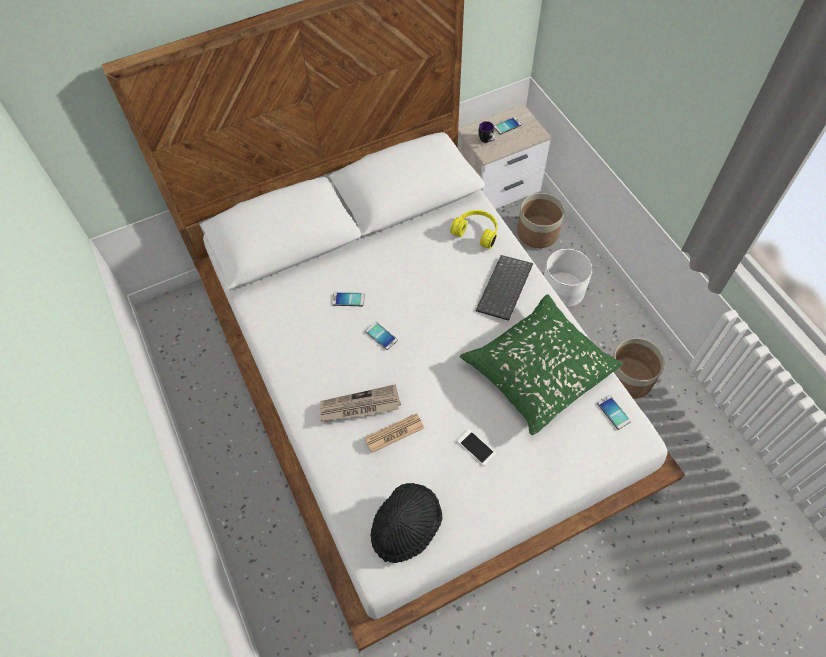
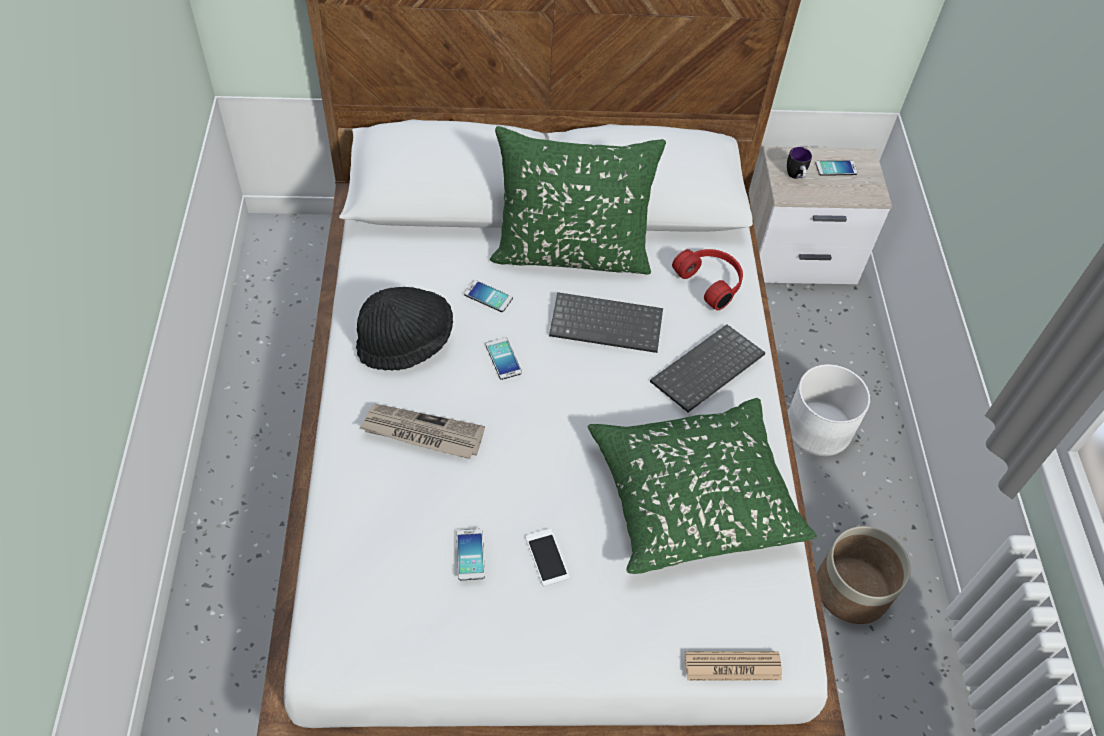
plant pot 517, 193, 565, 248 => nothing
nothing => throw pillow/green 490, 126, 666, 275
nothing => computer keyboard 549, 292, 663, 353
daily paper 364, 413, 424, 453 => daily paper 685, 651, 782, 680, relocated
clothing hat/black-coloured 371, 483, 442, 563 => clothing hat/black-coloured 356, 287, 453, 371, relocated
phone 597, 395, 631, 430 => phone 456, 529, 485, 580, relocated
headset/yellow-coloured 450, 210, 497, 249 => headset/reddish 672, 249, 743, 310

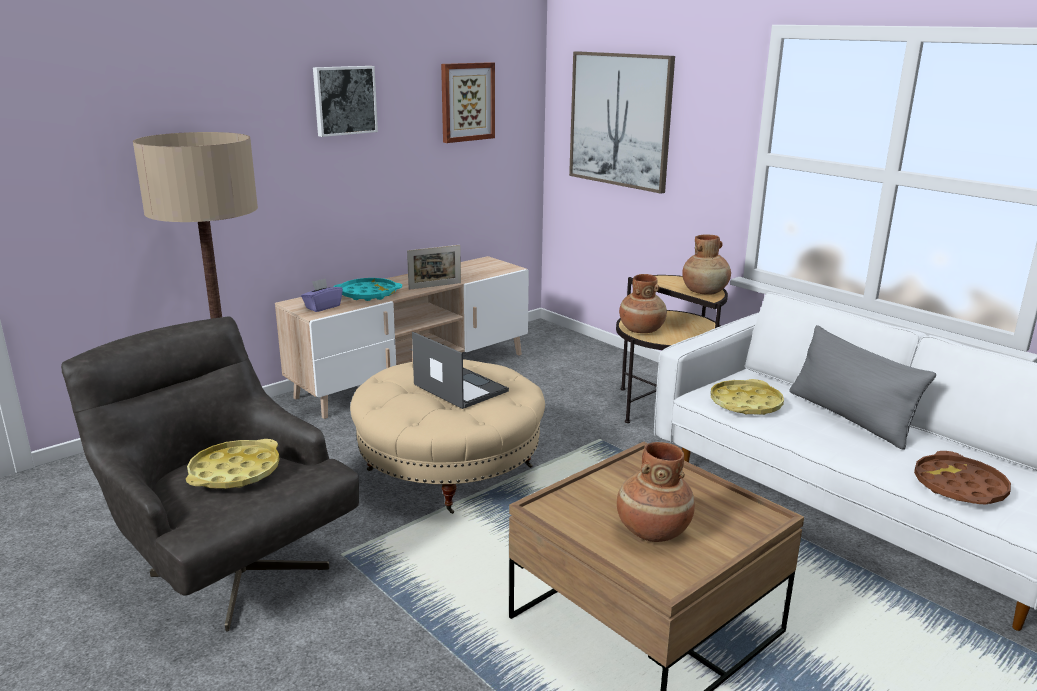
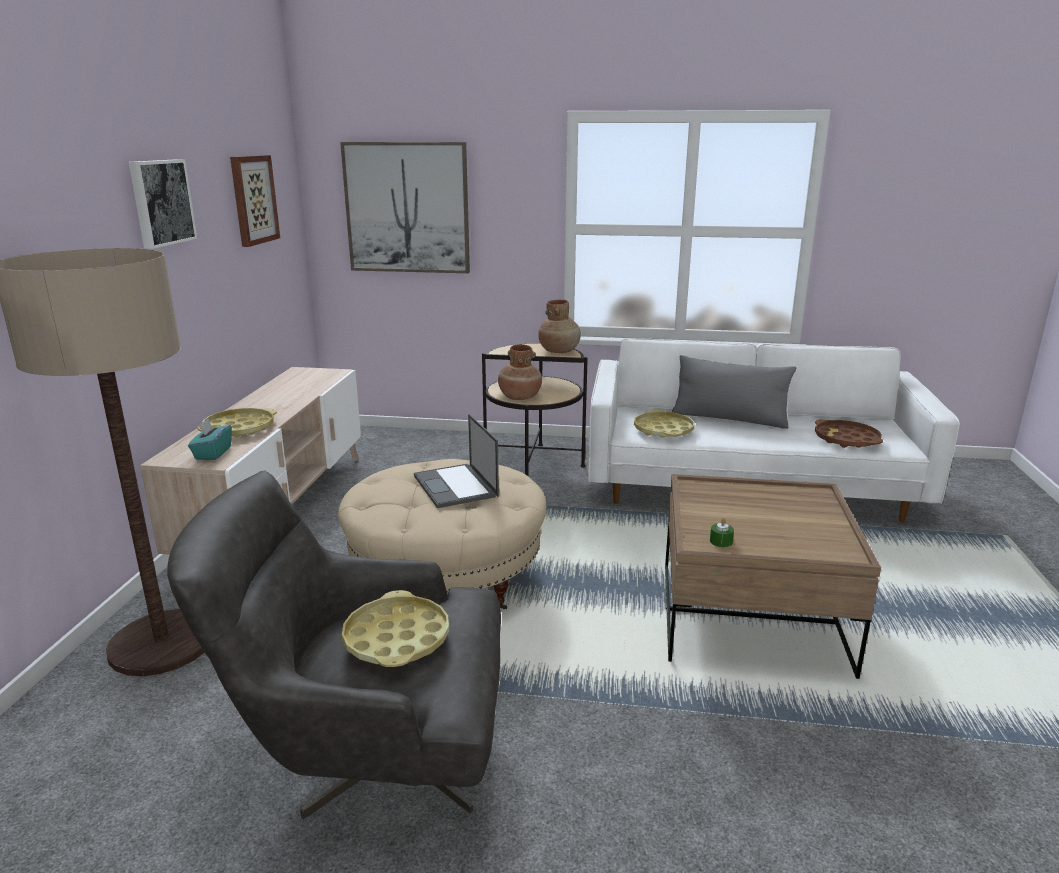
standing frame 407, 245, 461, 290 => nothing
flower vase/brown-coloured 617, 442, 695, 542 => nothing
nothing => wax candle/green 710, 518, 734, 547
tissue box/purple-coloured 301, 278, 343, 312 => tissue box/turquoise-coloured 188, 419, 232, 460
tray/turquoise-coloured 334, 278, 402, 301 => tray/yellow-coloured 197, 408, 277, 437
notebook computer 412, 332, 509, 409 => notebook computer 414, 414, 499, 508, 120 degrees counterclockwise

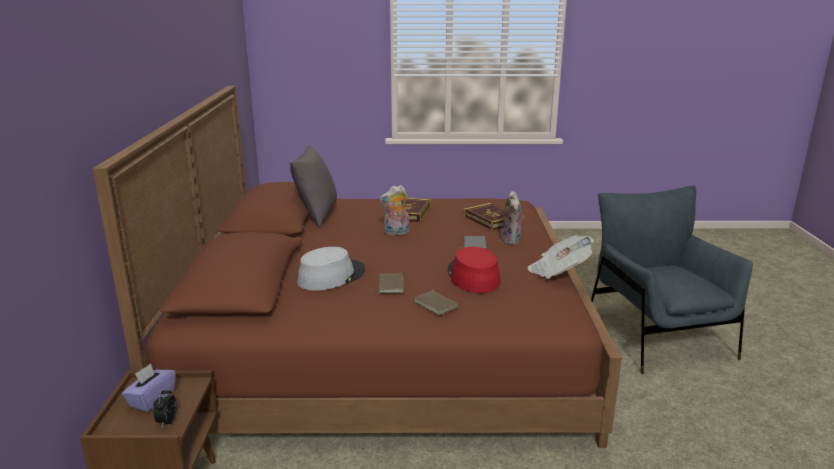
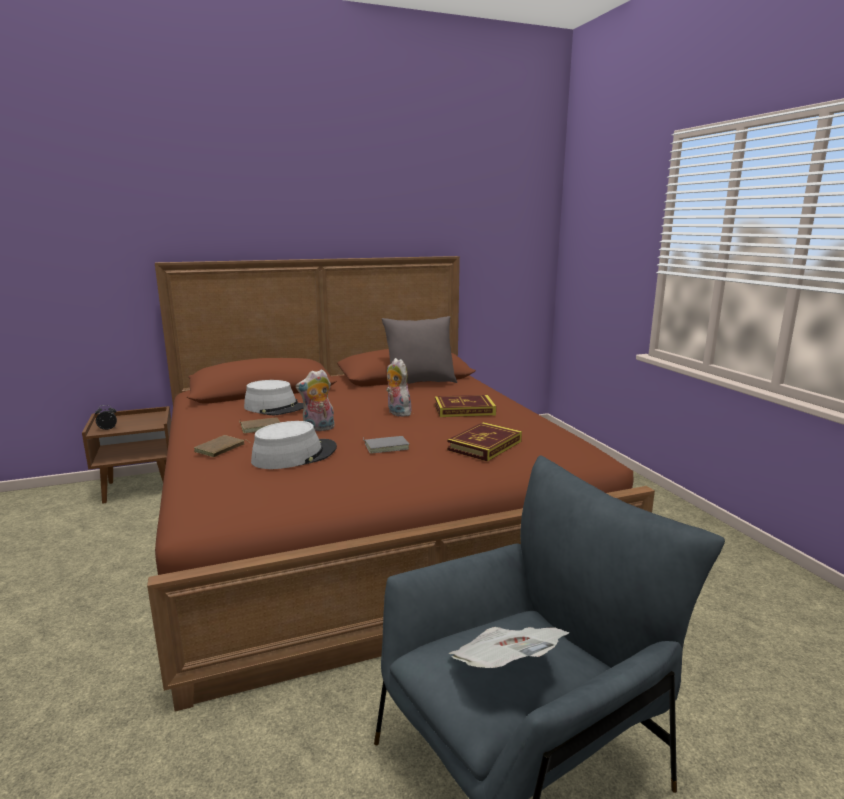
tissue box/purple-coloured 122, 363, 176, 412 => nothing
cuddly toy 501, 191, 525, 245 => cuddly toy 296, 369, 335, 432, relocated
daily paper 528, 235, 594, 279 => daily paper 448, 627, 569, 668, relocated
clothing hat/reddish 447, 247, 501, 293 => clothing hat/grey 251, 421, 337, 469

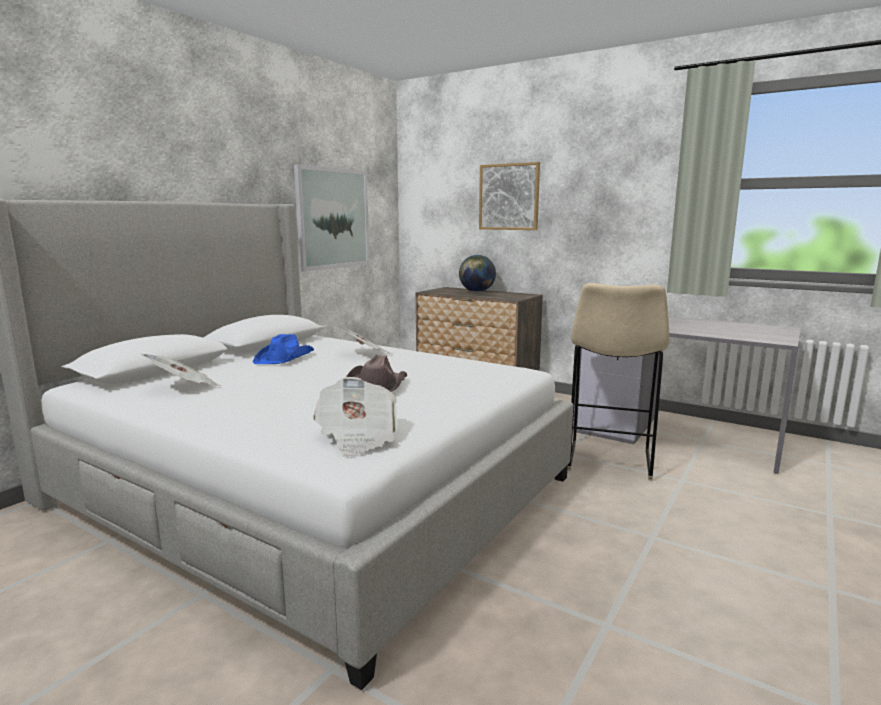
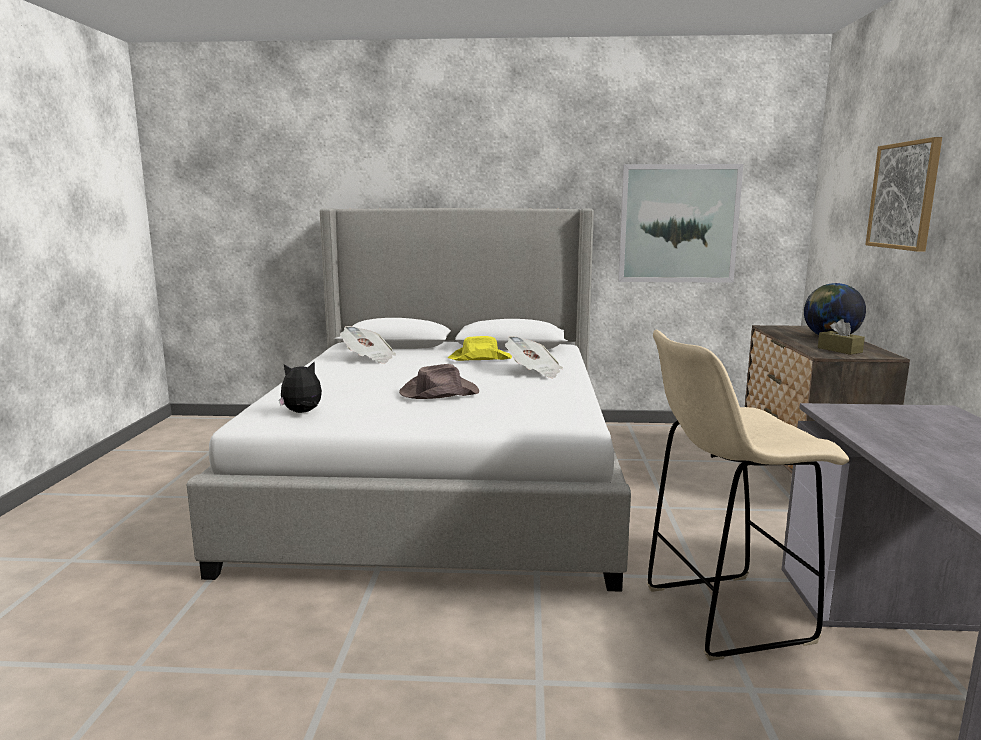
nothing => tissue box/brown-coloured 818, 319, 865, 355
daily paper 313, 377, 398, 456 => cuddly toy 279, 361, 322, 413
clothing hat/blue 253, 334, 314, 364 => clothing hat/yellow-coloured 448, 336, 512, 361

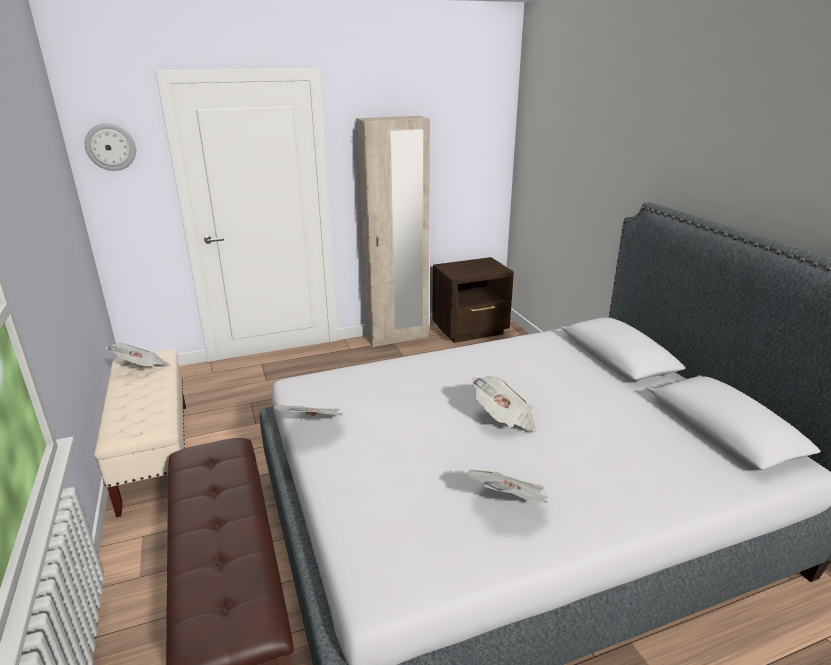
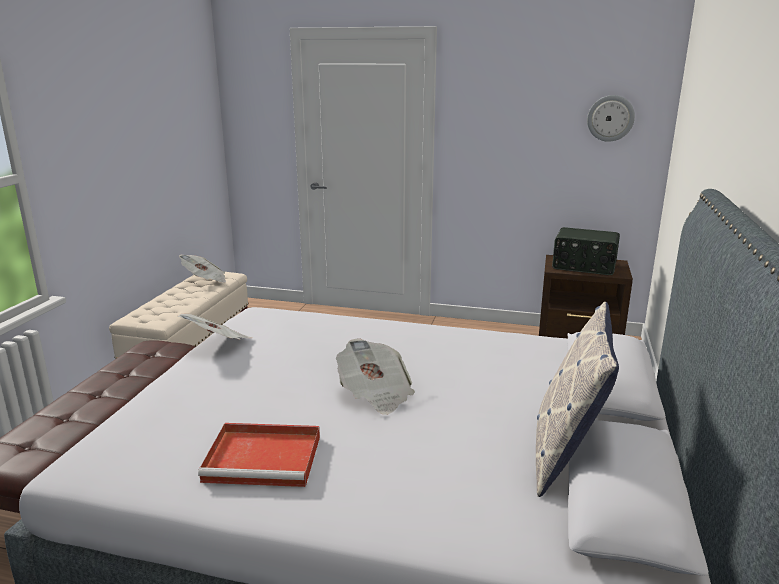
armoire/beige 356, 116, 430, 347 => nothing
nothing => throw pillow 536, 302, 619, 497
nothing => radio 552, 227, 620, 275
wall clock 85, 123, 136, 171 => wall clock 587, 95, 635, 142, relocated
daily paper 468, 470, 548, 503 => tray/reddish 198, 423, 320, 487

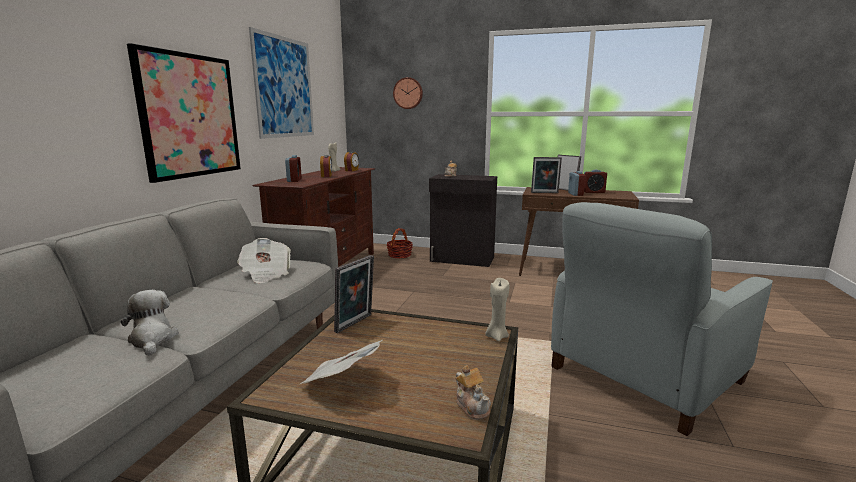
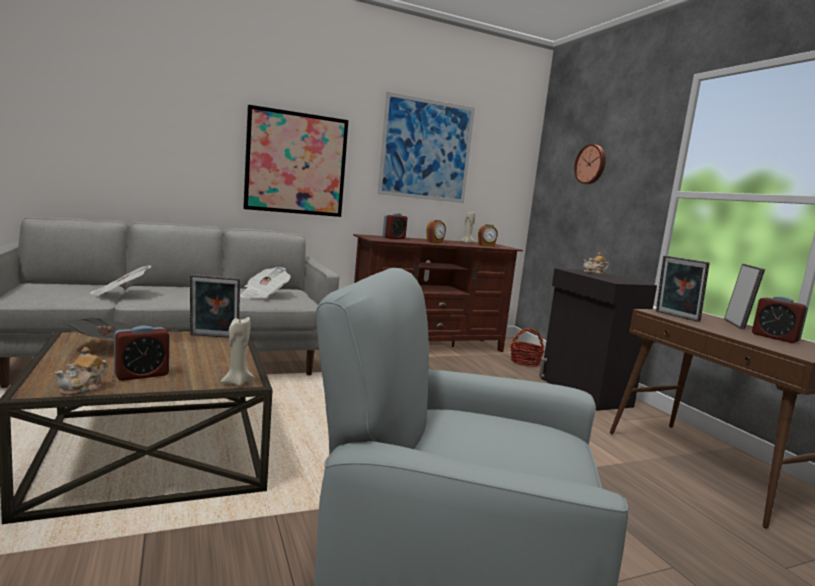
table clock 568, 171, 585, 196 => table clock 114, 326, 170, 381, relocated
cuddly toy 121, 290, 179, 356 => daily paper 90, 265, 151, 296

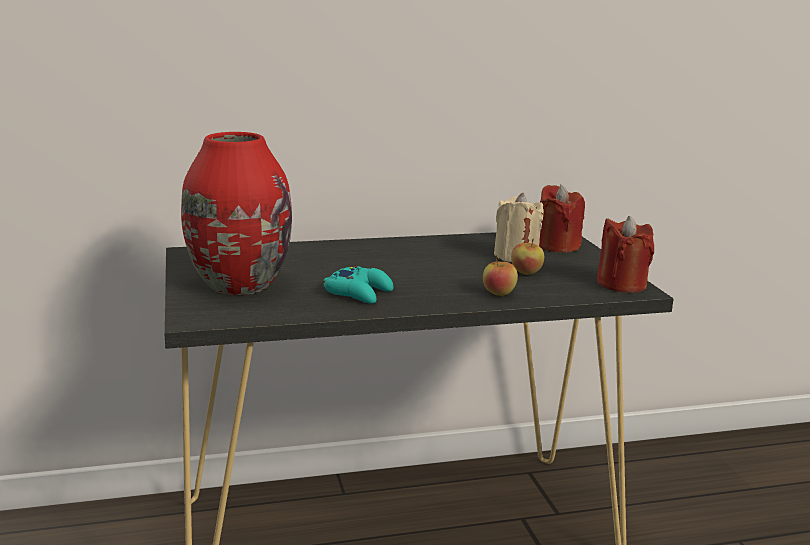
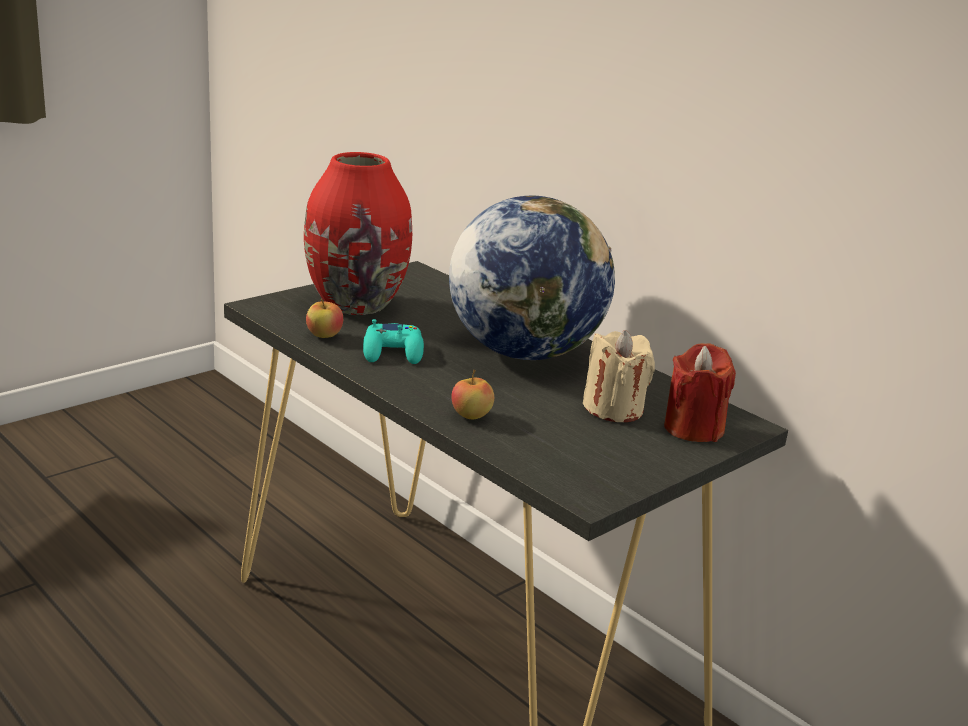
wax candle/reddish 597, 216, 654, 293 => nothing
nothing => desk globe 449, 195, 615, 360
apple 511, 239, 544, 275 => apple 306, 299, 343, 338, relocated

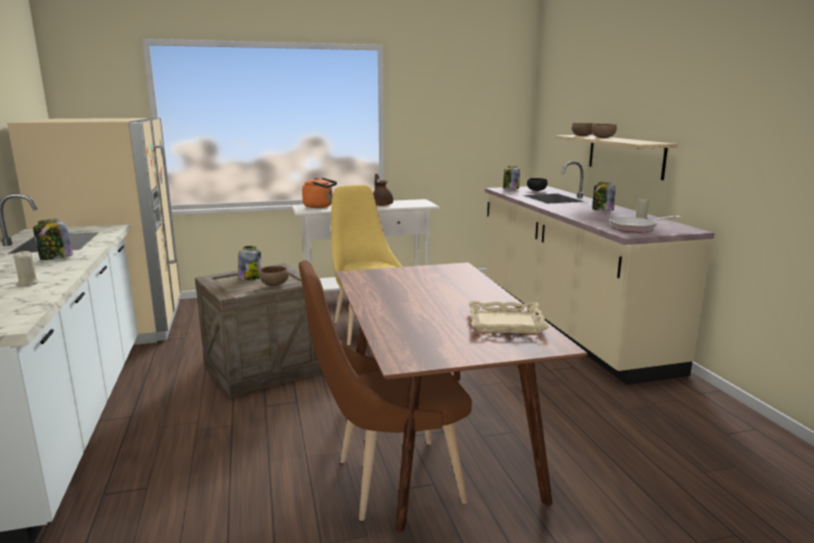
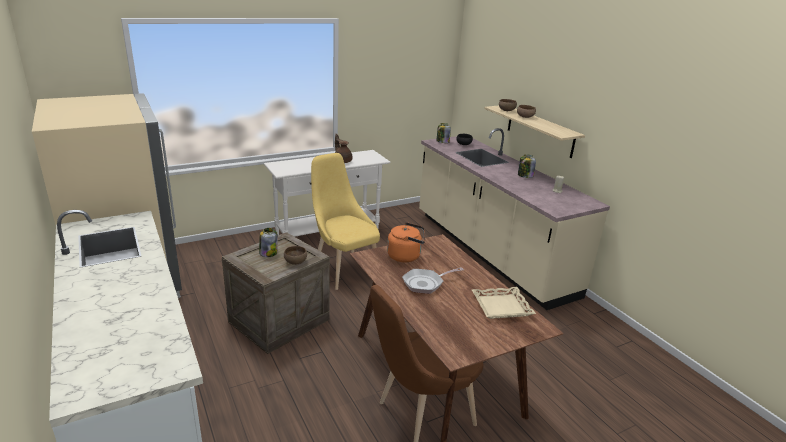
wax candle/beige 14, 251, 39, 286 => nothing
jar 33, 219, 73, 260 => nothing
water kettle/orangey 302, 177, 337, 208 => water kettle/orangey 387, 222, 425, 262, relocated
frying pan 609, 216, 681, 233 => frying pan 402, 267, 464, 294, relocated

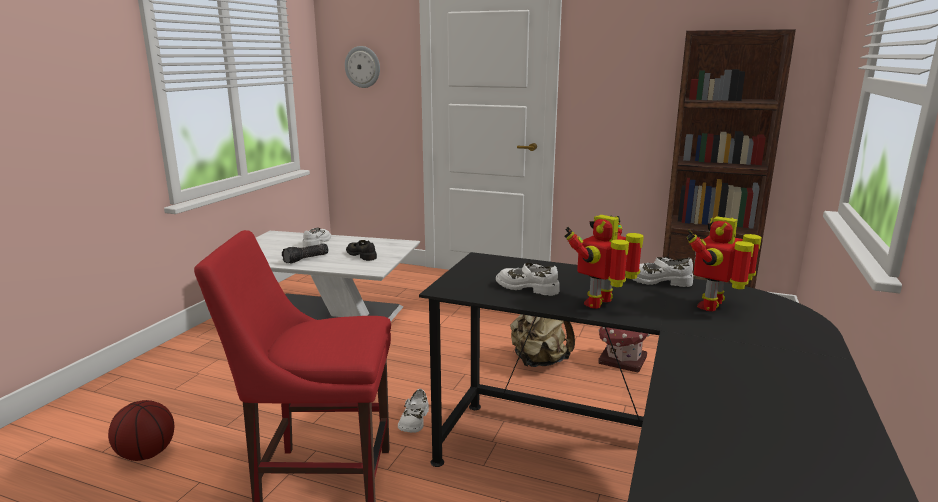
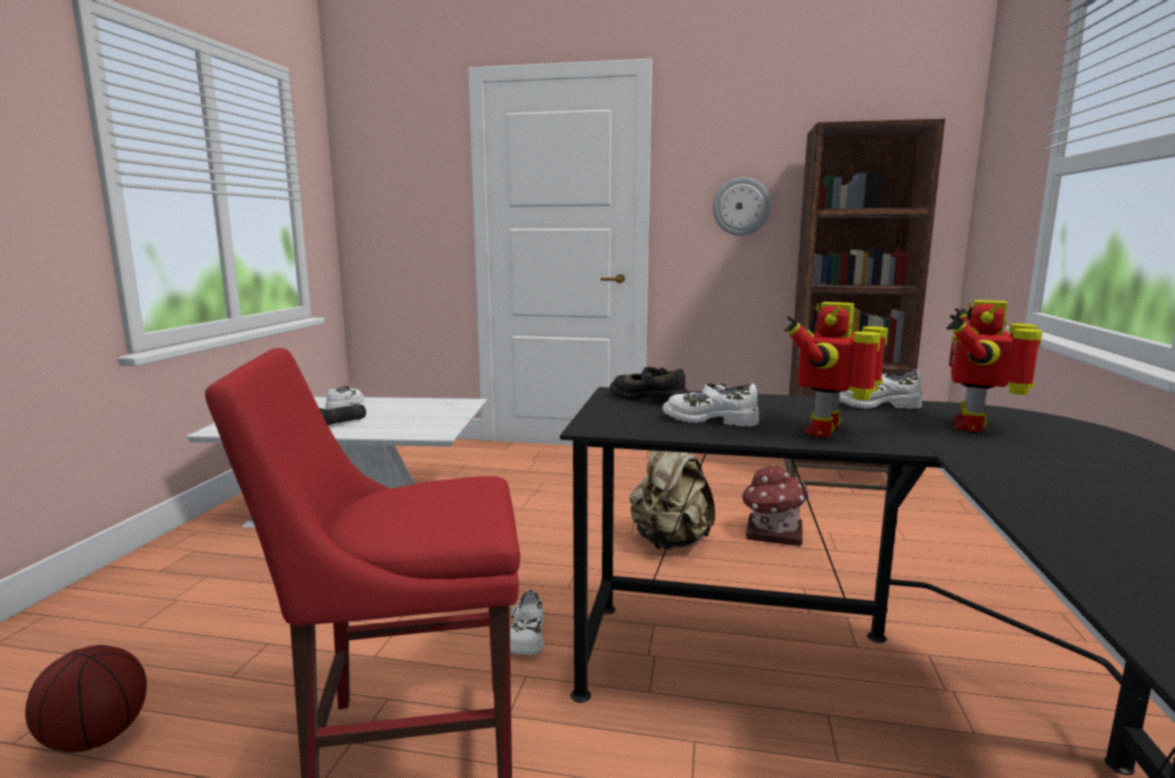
wall clock 345, 46, 380, 88 => wall clock 713, 177, 771, 236, relocated
item of footwear/black-coloured 346, 240, 377, 261 => item of footwear/black-coloured 610, 367, 688, 405, relocated

